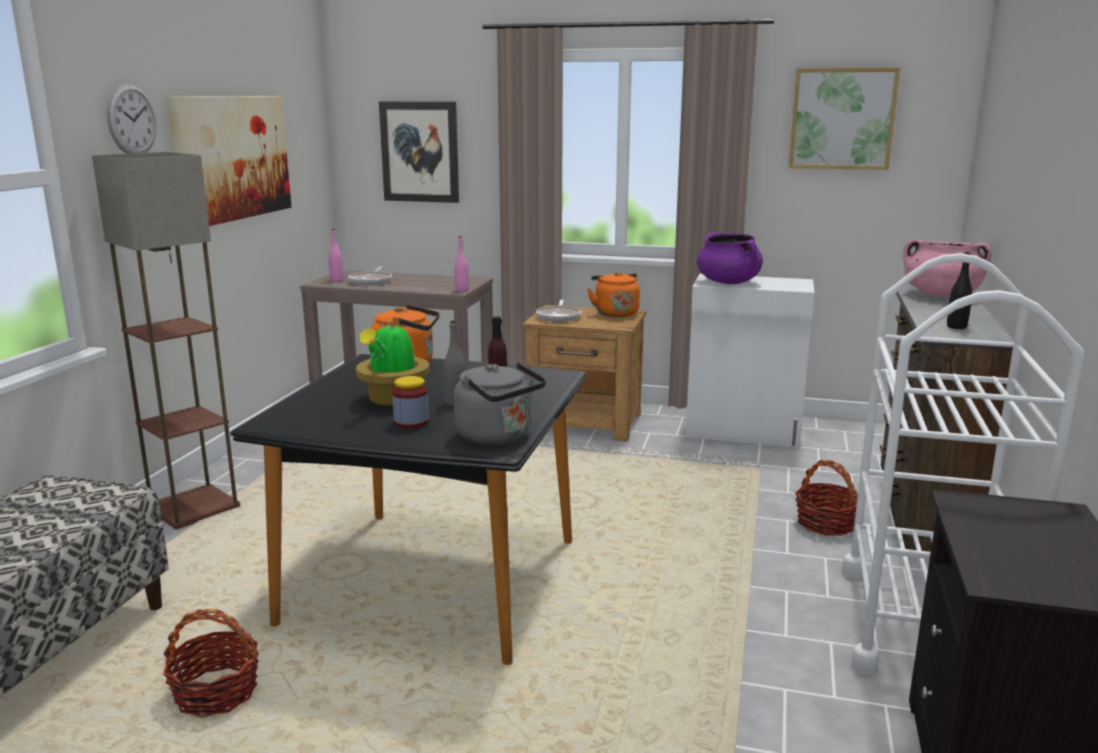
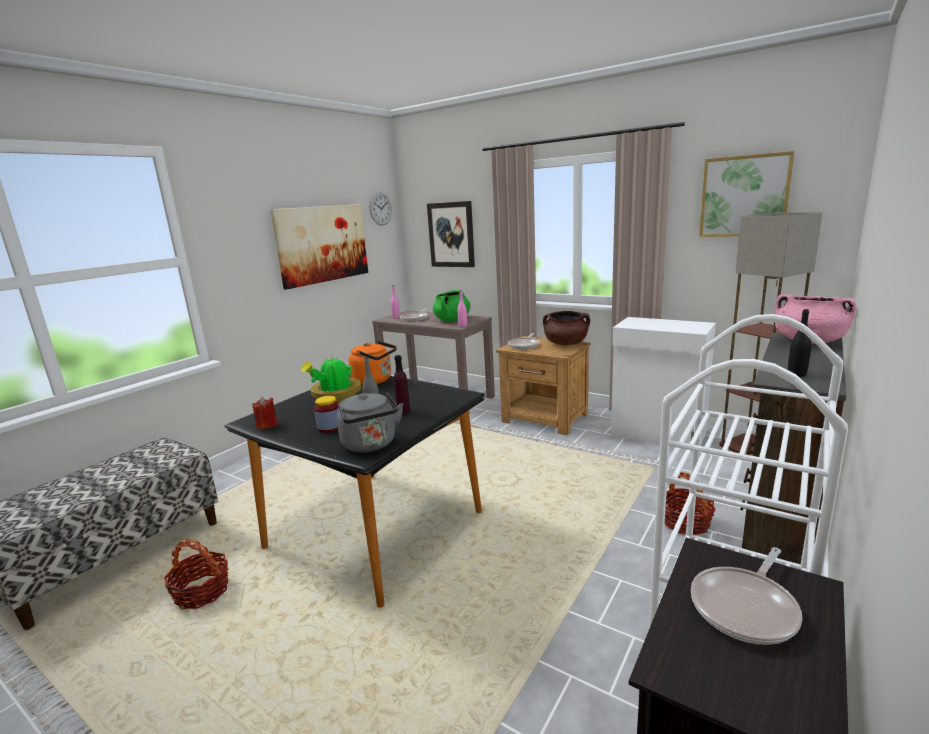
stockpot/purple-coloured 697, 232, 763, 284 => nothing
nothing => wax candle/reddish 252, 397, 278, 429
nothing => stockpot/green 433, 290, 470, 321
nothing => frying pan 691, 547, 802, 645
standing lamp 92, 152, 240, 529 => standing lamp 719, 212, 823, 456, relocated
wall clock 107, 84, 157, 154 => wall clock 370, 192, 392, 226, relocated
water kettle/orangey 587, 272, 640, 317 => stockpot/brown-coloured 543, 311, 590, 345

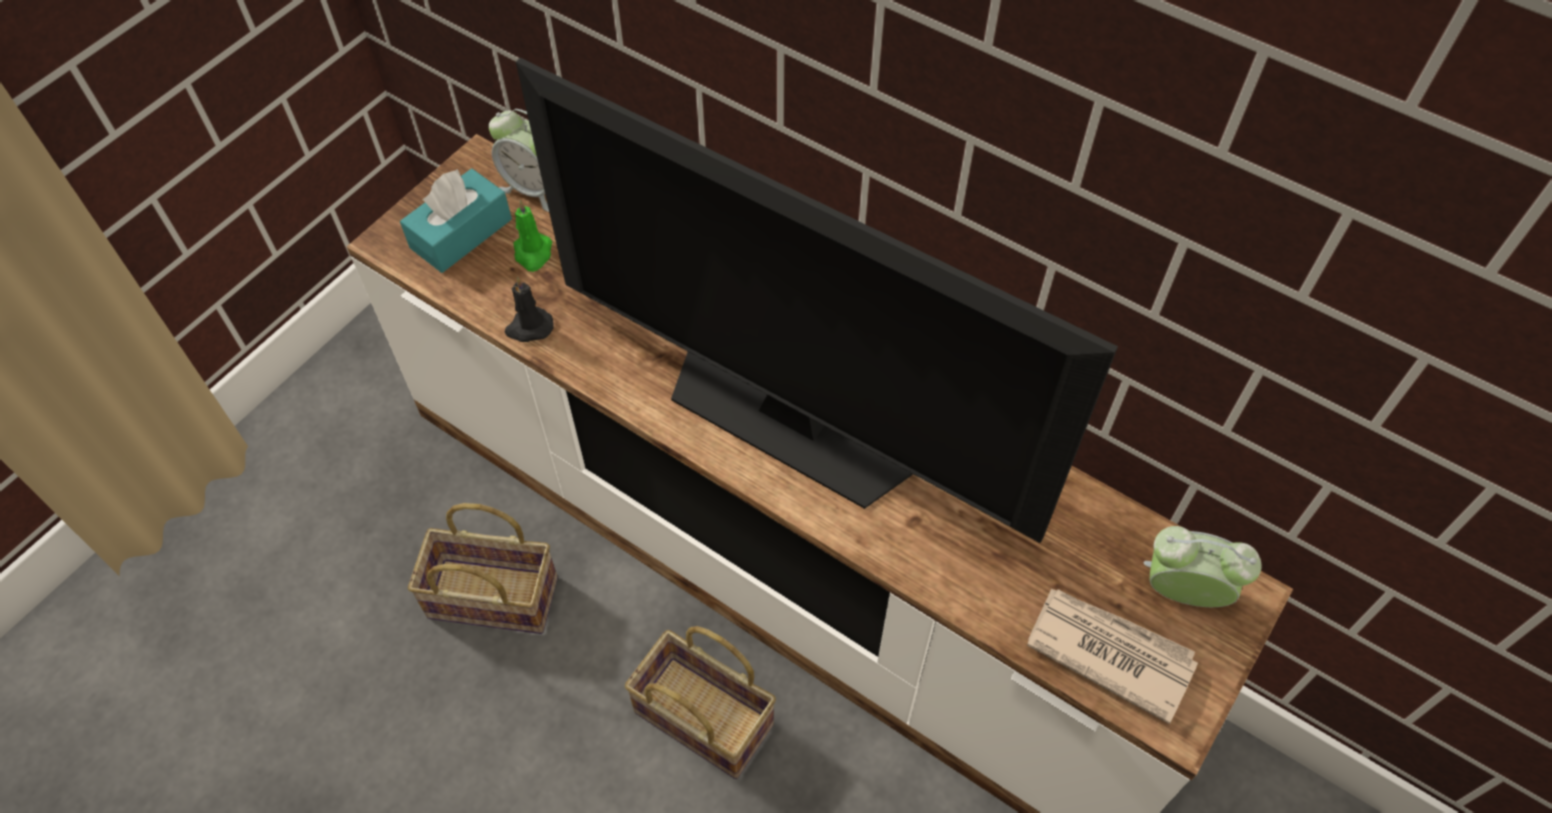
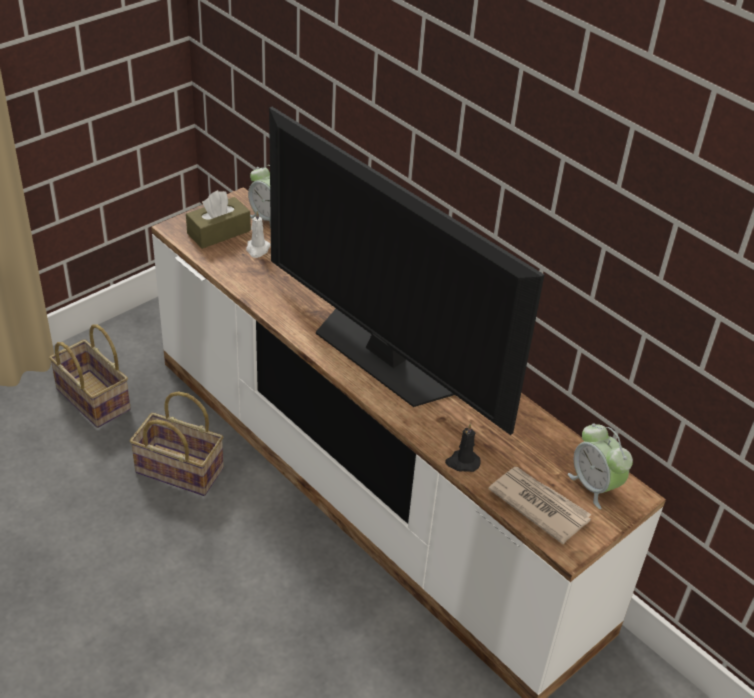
wax candle/black-coloured 505, 277, 553, 342 => wax candle/black-coloured 445, 423, 481, 472, relocated
household basket 625, 626, 776, 779 => household basket 49, 324, 131, 428, relocated
tissue box/turquoise-coloured 400, 168, 512, 273 => tissue box/brown-coloured 186, 190, 251, 249
wax candle/green 513, 200, 552, 272 => wax candle/white-coloured 246, 211, 271, 258
table clock 1143, 526, 1261, 607 => table clock 568, 424, 633, 509, 150 degrees counterclockwise

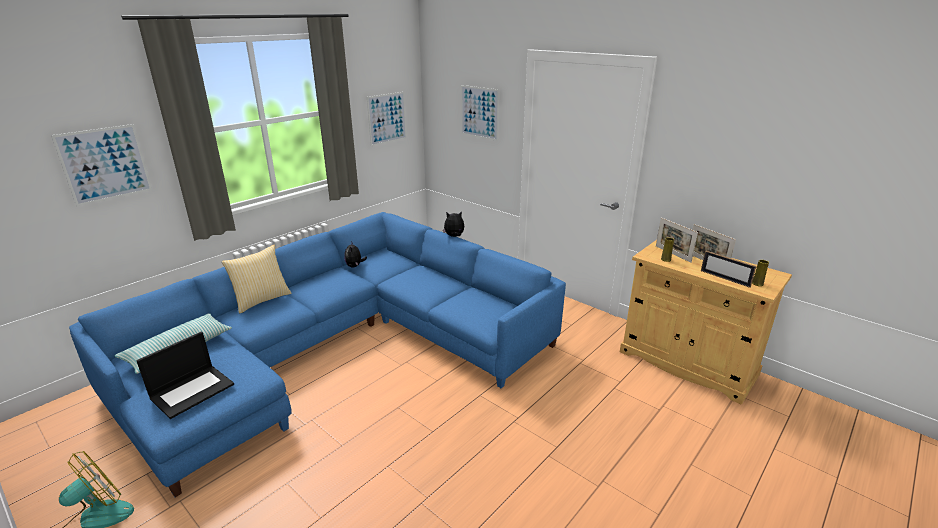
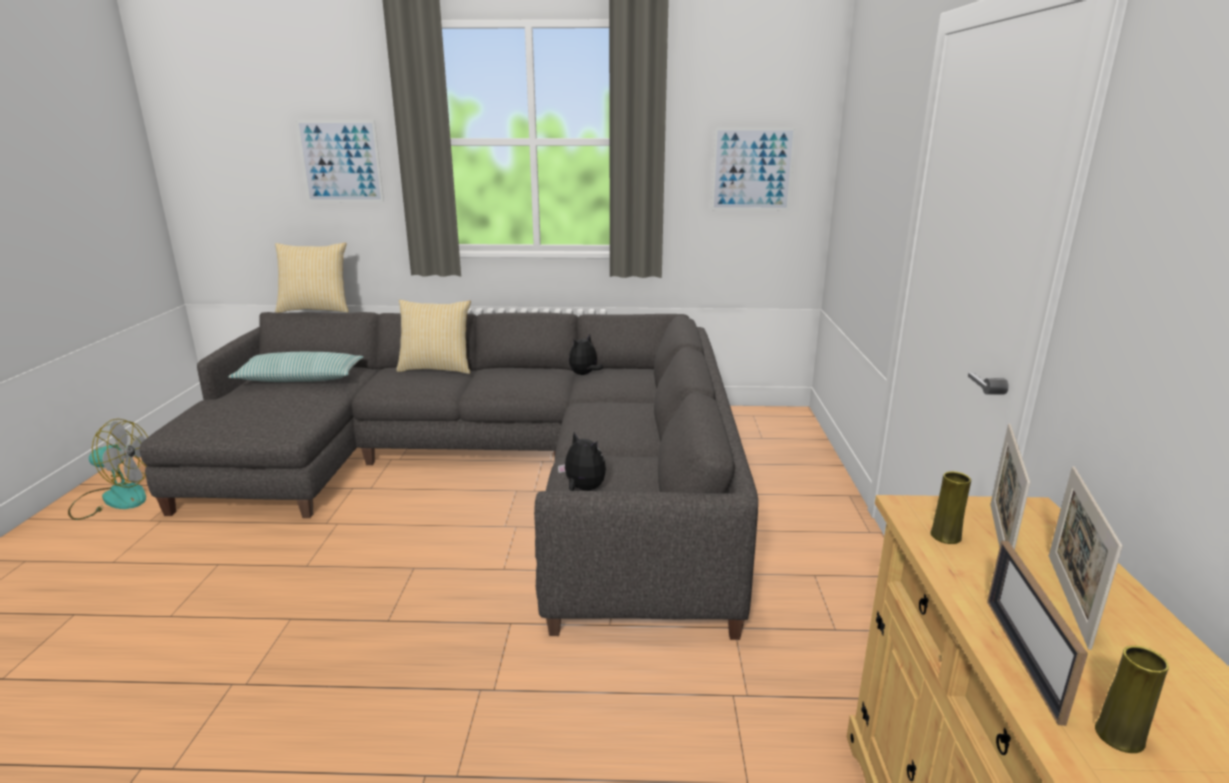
notebook computer 136, 332, 234, 419 => nothing
picture 461, 85, 499, 141 => nothing
nothing => throw pillow 275, 243, 348, 313
cuddly toy 443, 211, 465, 237 => cuddly toy 558, 432, 606, 491, relocated
couch/blue 69, 212, 566, 497 => couch/grey 140, 312, 758, 640

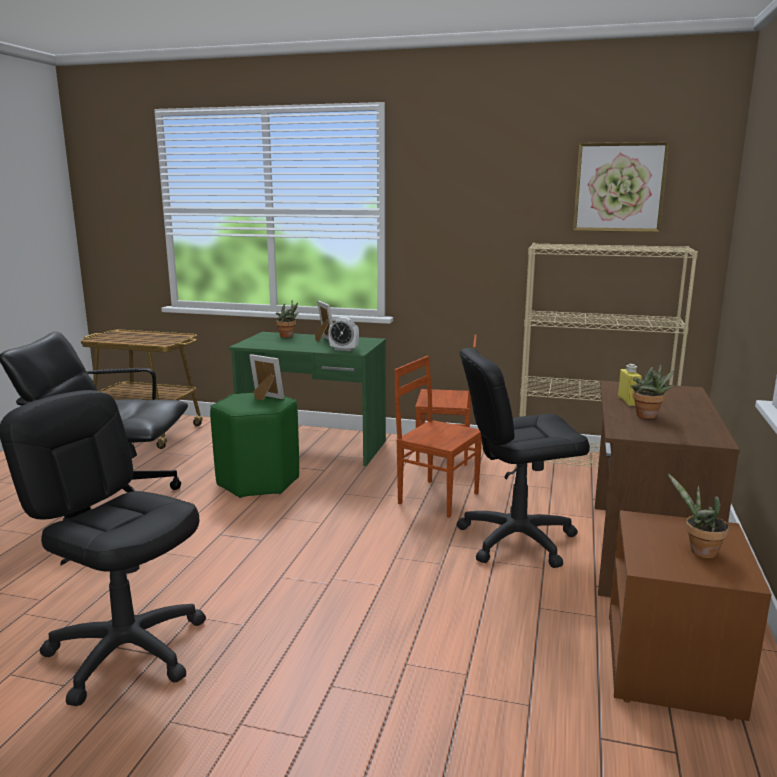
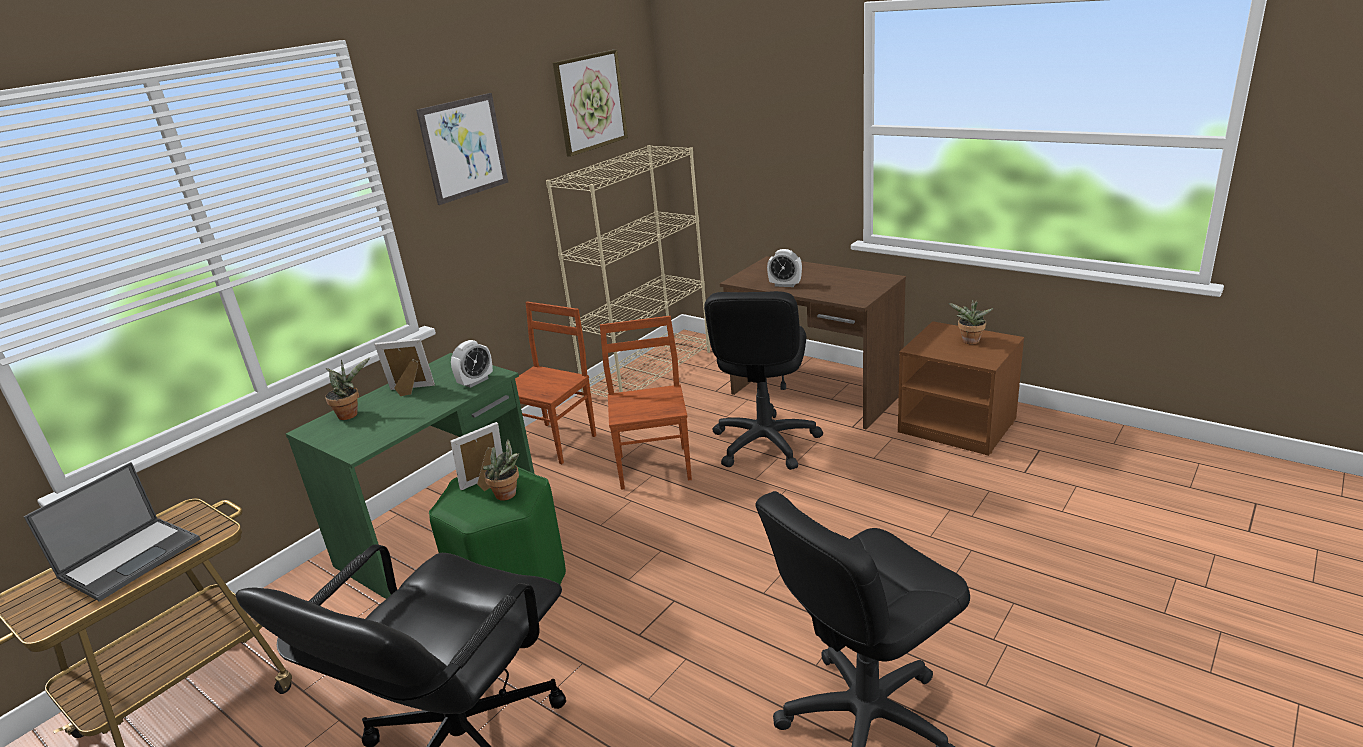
nothing => notebook computer 24, 462, 200, 602
nothing => picture 416, 93, 508, 205
houseplant 631, 364, 674, 419 => houseplant 483, 439, 519, 501, relocated
drink bottle/yellow-coloured 618, 364, 642, 406 => table clock 767, 249, 802, 287
plain chair/brown-coloured 394, 356, 482, 518 => plain chair/brown-coloured 600, 316, 692, 490, 120 degrees clockwise

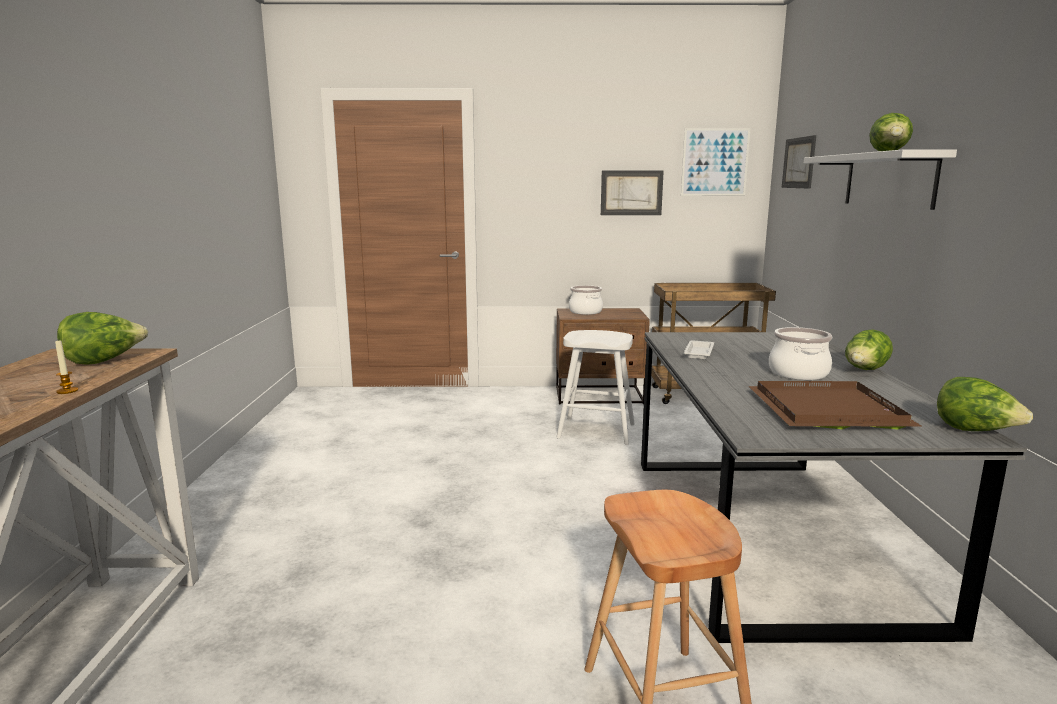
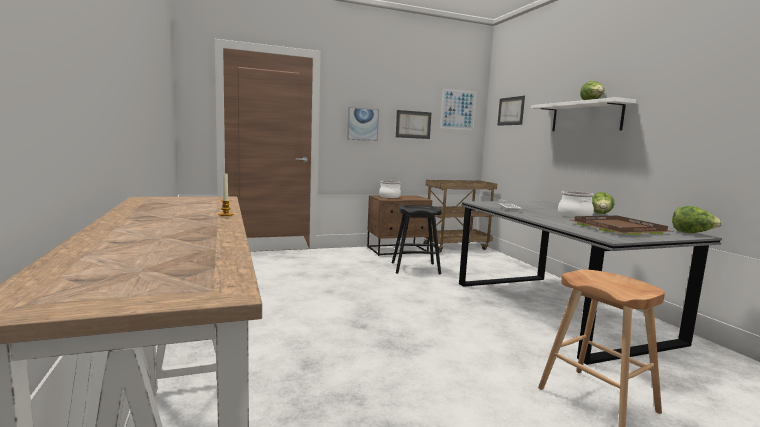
head of lettuce 57, 312, 148, 365 => nothing
nothing => picture 347, 107, 379, 141
stool seat/white-coloured 557, 330, 635, 445 => stool seat/black-coloured 392, 205, 442, 274

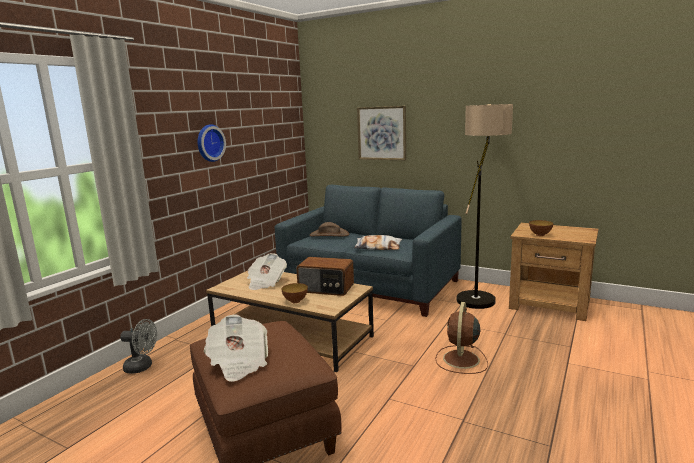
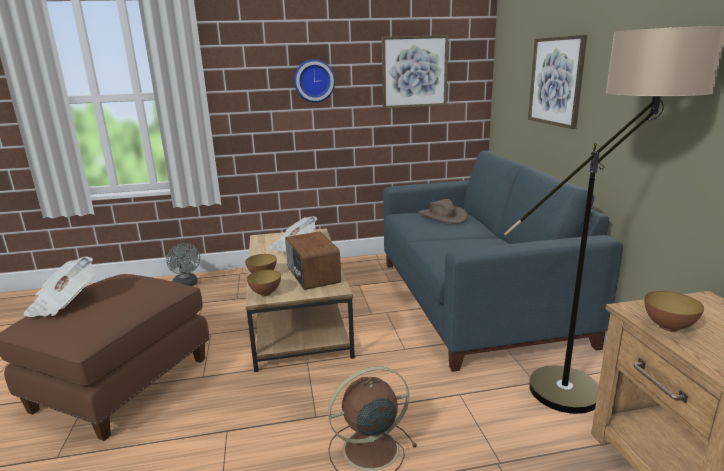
throw pillow 354, 235, 402, 250 => nothing
nothing => serving bowl 247, 270, 281, 296
nothing => picture 382, 35, 448, 109

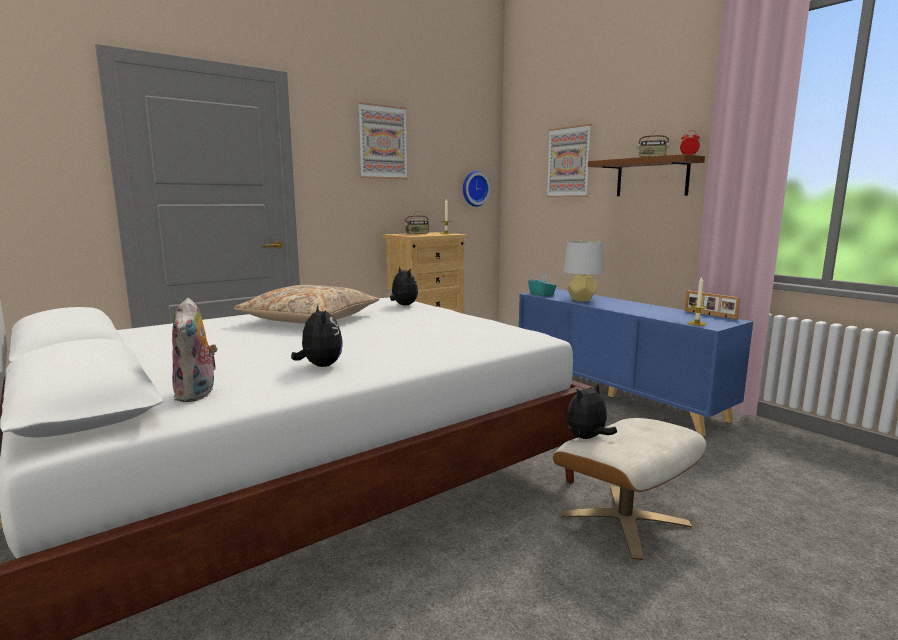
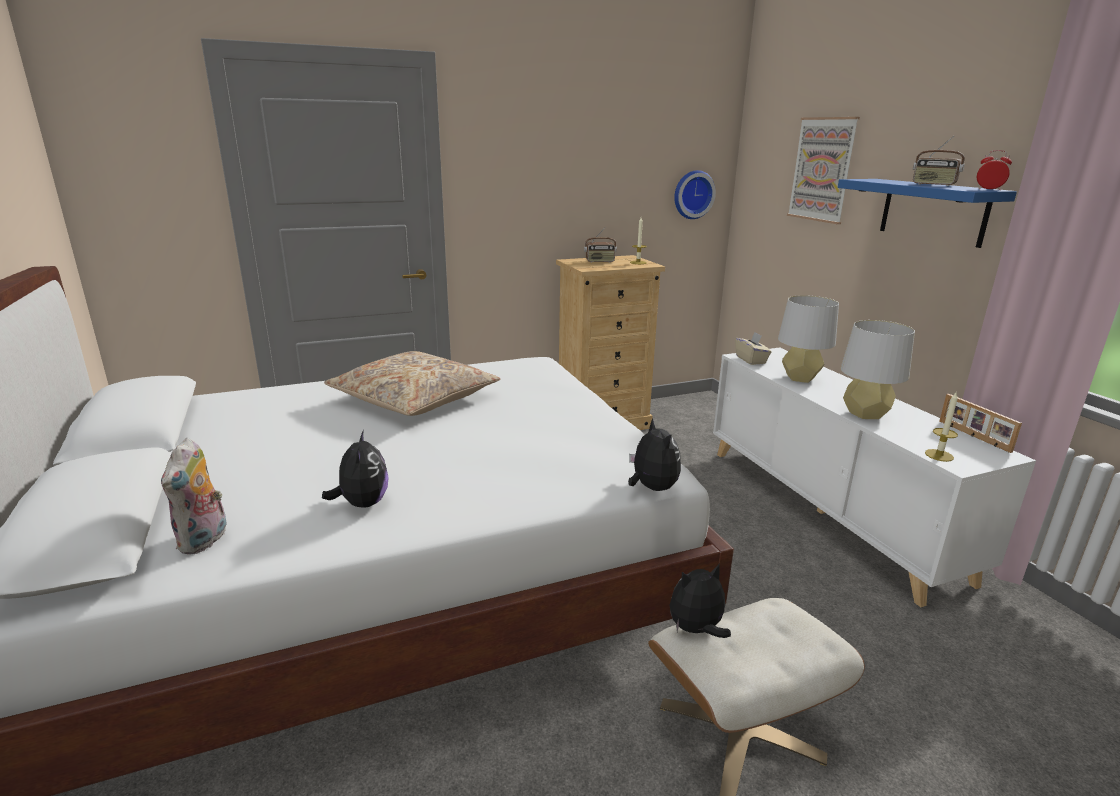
picture 358, 102, 408, 179 => nothing
nothing => tabletop lamp/grey 841, 320, 915, 419
cuddly toy 389, 267, 418, 305 => cuddly toy 628, 418, 681, 491, relocated
cupboard/blue 519, 289, 753, 436 => cupboard/white-coloured 713, 348, 1036, 607
tissue box/turquoise-coloured 528, 274, 557, 296 => tissue box/beige 735, 332, 772, 365
shelf/brown-coloured 588, 154, 705, 196 => shelf/blue 838, 179, 1017, 248

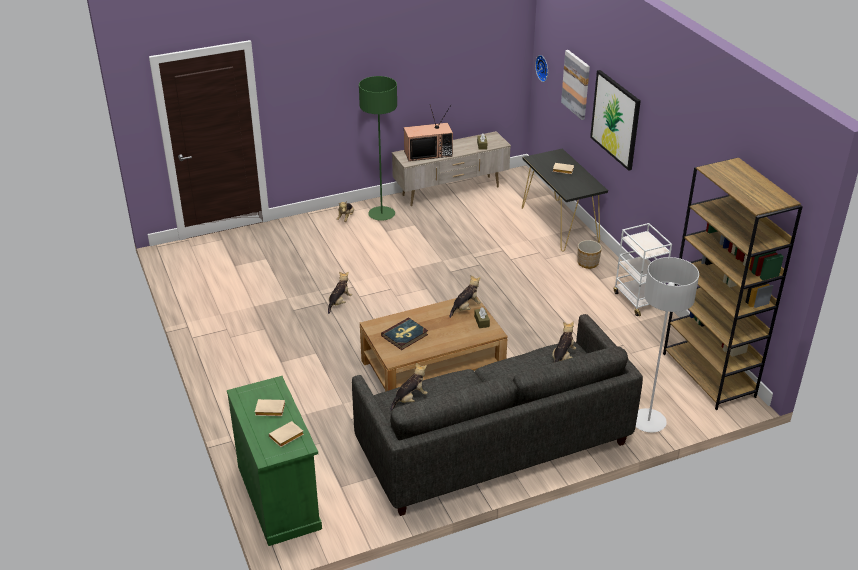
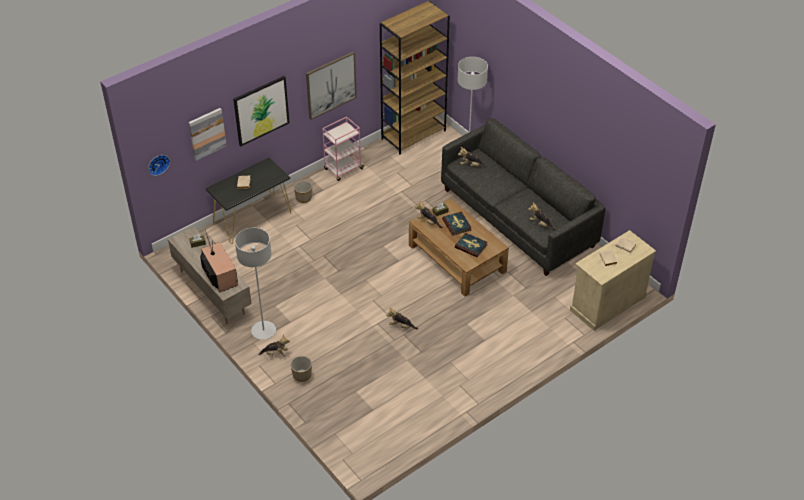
nothing => plant pot 291, 356, 312, 382
nothing => picture 306, 51, 357, 120
nothing => book 442, 212, 472, 236
cupboard/green 227, 376, 322, 546 => cupboard/beige 570, 230, 656, 331
standing lamp/green 359, 76, 397, 221 => standing lamp/grey 235, 228, 276, 340
cart/white-coloured 614, 223, 672, 316 => cart/pinkish 322, 117, 364, 181

